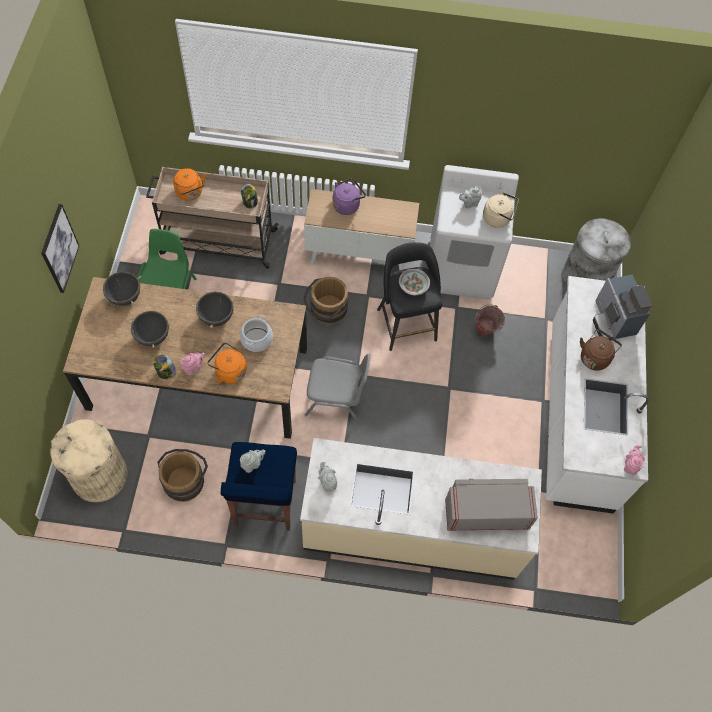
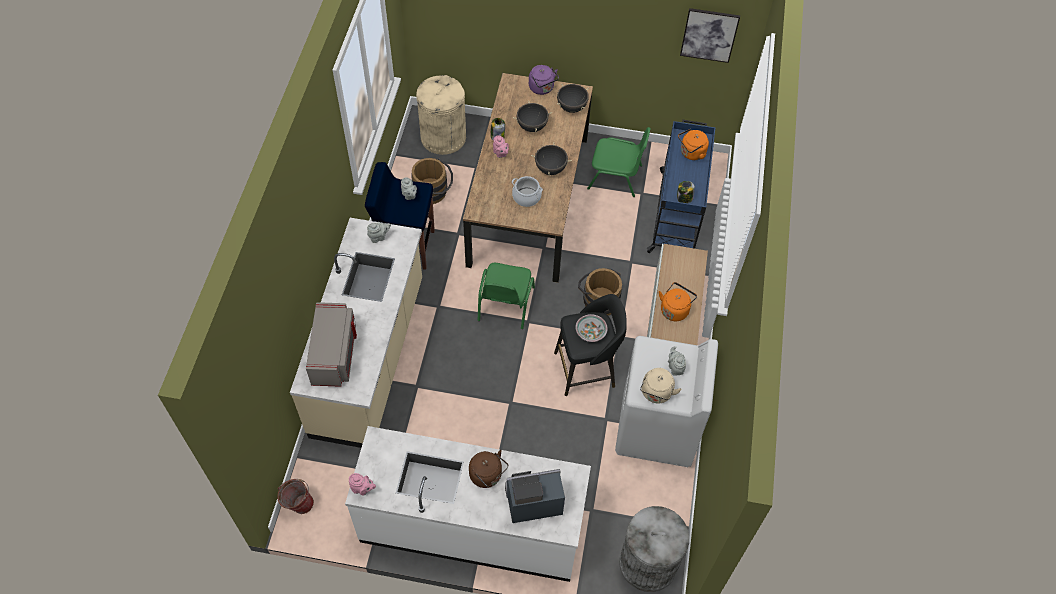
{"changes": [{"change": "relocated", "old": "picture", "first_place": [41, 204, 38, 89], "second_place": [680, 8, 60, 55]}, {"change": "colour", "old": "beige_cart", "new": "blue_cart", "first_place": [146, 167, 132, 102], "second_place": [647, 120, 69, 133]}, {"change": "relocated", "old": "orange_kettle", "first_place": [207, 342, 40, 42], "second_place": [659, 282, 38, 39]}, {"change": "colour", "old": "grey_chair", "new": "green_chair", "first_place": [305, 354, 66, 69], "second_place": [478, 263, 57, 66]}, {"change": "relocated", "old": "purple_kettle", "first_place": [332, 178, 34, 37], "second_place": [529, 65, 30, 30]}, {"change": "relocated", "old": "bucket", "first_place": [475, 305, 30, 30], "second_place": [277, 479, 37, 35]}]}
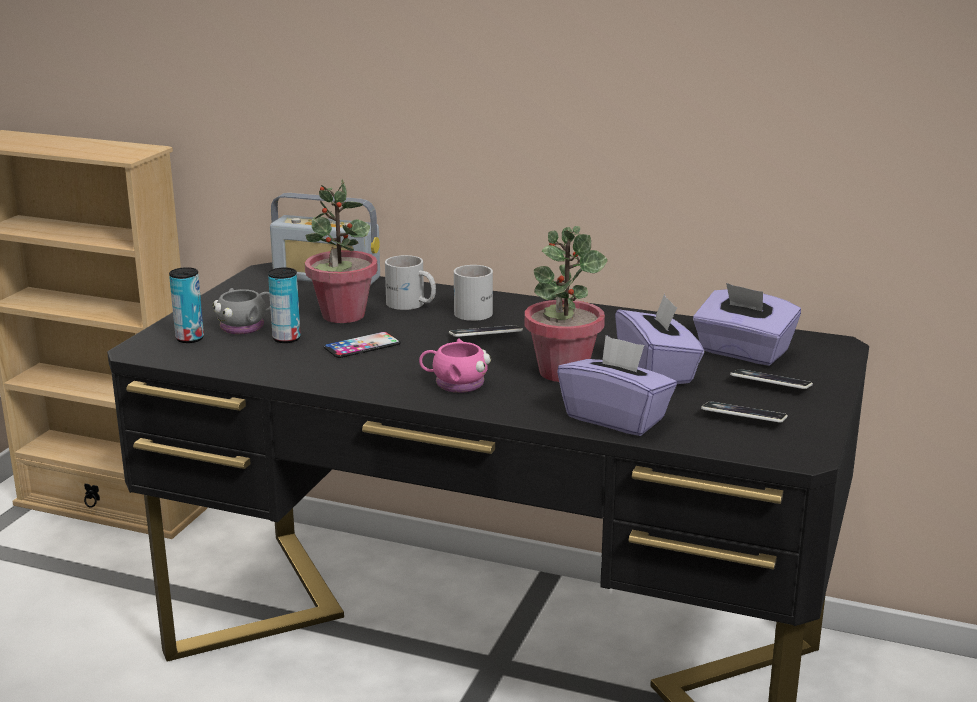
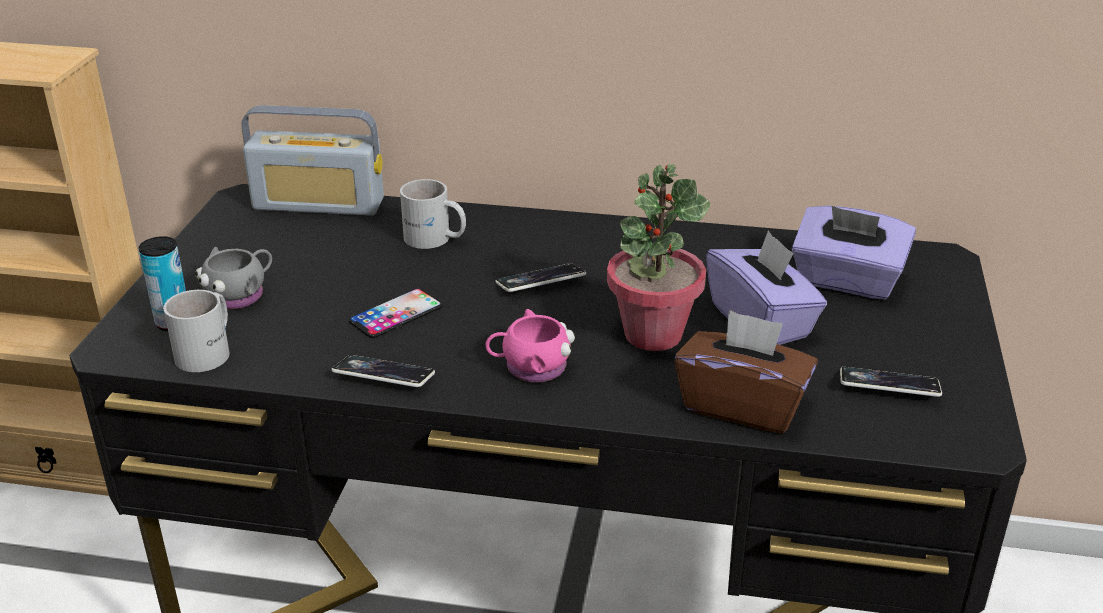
{"changes": [{"change": "missing", "old": "can", "first_place": [268, 267, 33, 76]}, {"change": "missing", "old": "potted_plant", "first_place": [305, 180, 73, 143]}, {"change": "relocated", "old": "white_mug", "first_place": [454, 265, 39, 56], "second_place": [163, 290, 67, 82]}, {"change": "colour", "old": "purple_tissue_box", "new": "brown_tissue_box", "first_place": [557, 335, 120, 101], "second_place": [674, 310, 144, 123]}, {"change": "relocated", "old": "phone", "first_place": [730, 369, 83, 20], "second_place": [331, 355, 104, 32]}]}
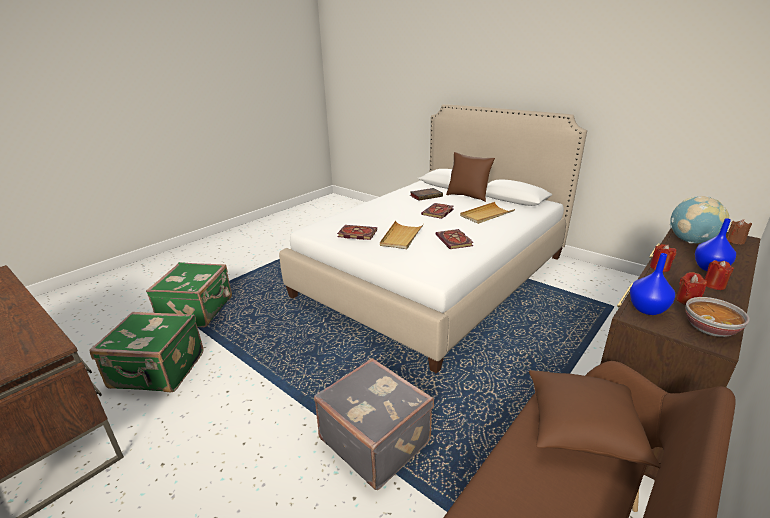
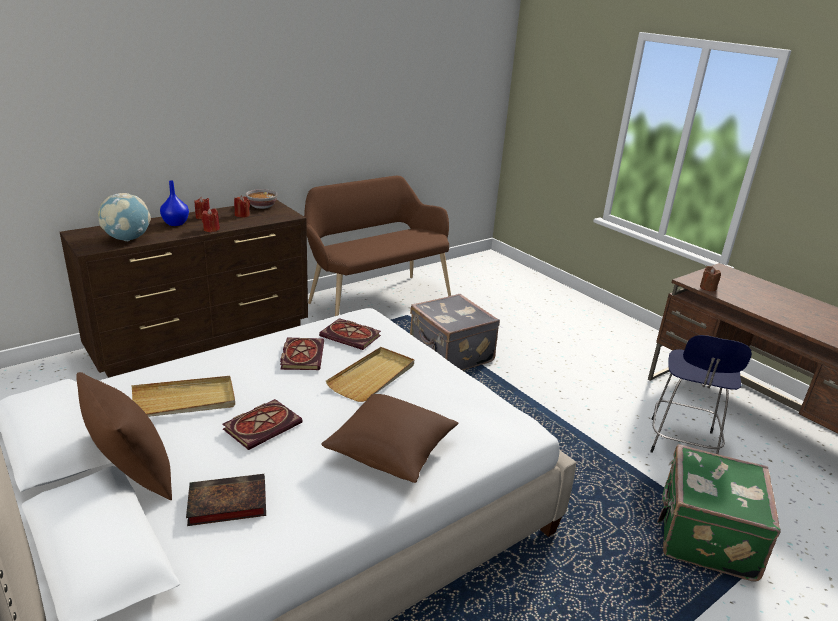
{"changes": [{"change": "exchanged", "old": "green_suitcase", "new": "blue_stool", "first_place": [89, 312, 115, 80], "second_place": [650, 335, 102, 119]}, {"change": "relocated", "old": "book", "first_place": [337, 225, 40, 15], "second_place": [319, 318, 62, 32]}, {"change": "relocated", "old": "brown_pillow", "first_place": [529, 370, 132, 98], "second_place": [321, 394, 138, 89]}, {"change": "missing", "old": "blue_vase", "first_place": [630, 253, 45, 62]}, {"change": "relocated", "old": "brown_candle", "first_place": [726, 219, 26, 26], "second_place": [700, 266, 21, 25]}]}
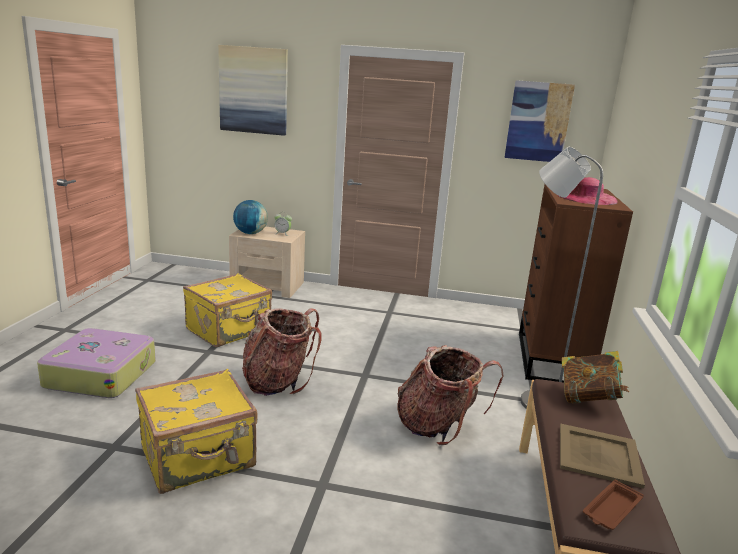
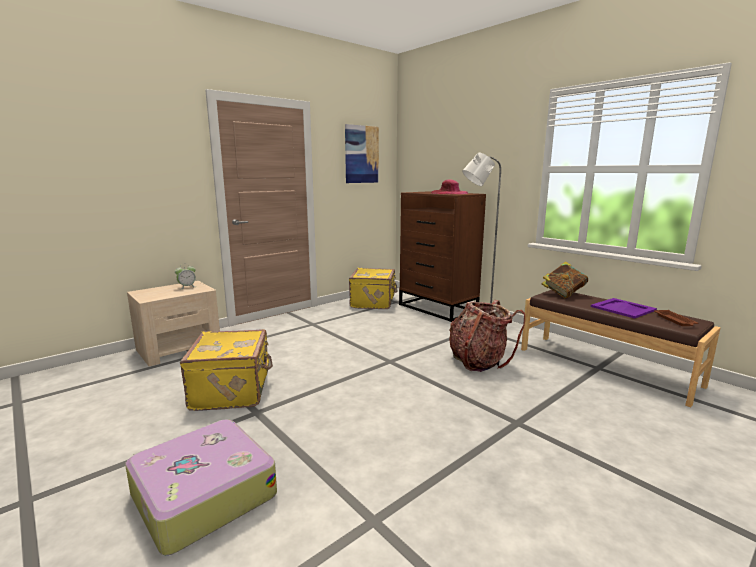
{"changes": [{"change": "relocated", "old": "yellow_suitcase", "first_place": [135, 369, 122, 125], "second_place": [349, 268, 48, 41]}, {"change": "missing", "old": "picture", "first_place": [218, 45, 70, 91]}, {"change": "missing", "old": "globe", "first_place": [233, 200, 35, 34]}, {"change": "missing", "old": "backpack", "first_place": [242, 308, 80, 88]}, {"change": "colour", "old": "beige_tray", "new": "purple_tray", "first_place": [560, 424, 85, 65], "second_place": [591, 298, 66, 21]}]}
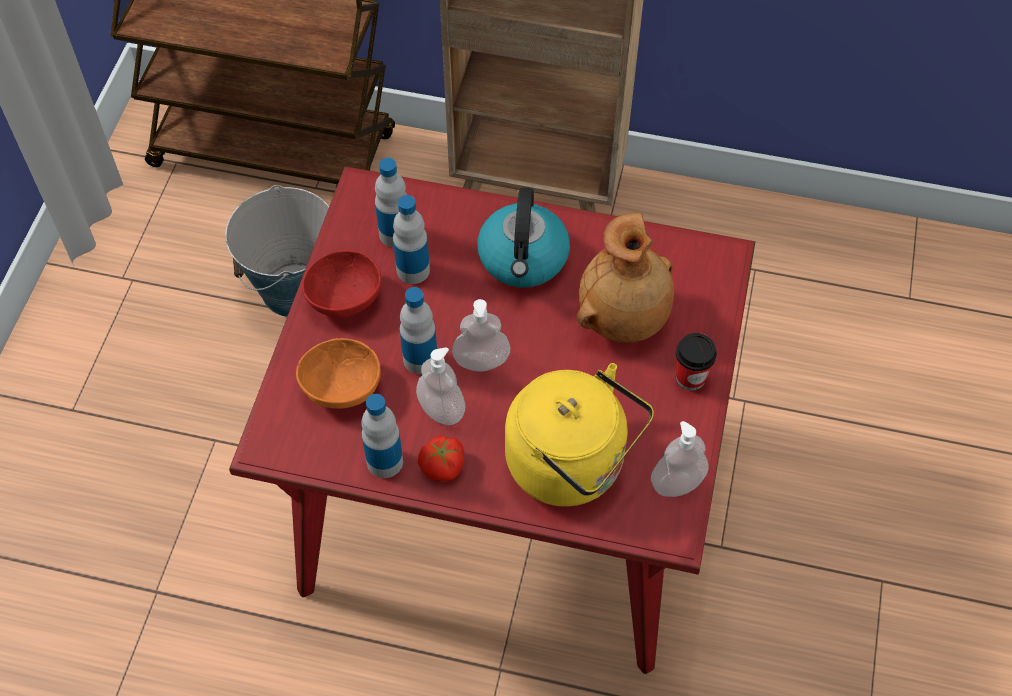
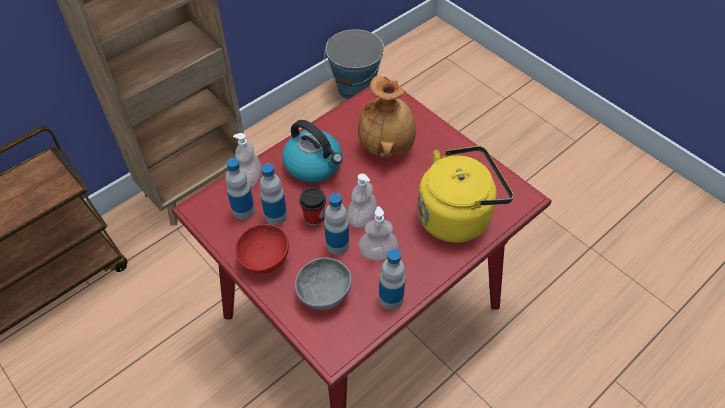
{"changes": [{"change": "relocated", "old": "bucket", "first_place": [225, 185, 104, 132], "second_place": [324, 29, 60, 71]}, {"change": "colour", "old": "orange_bowl", "new": "grey_bowl", "first_place": [296, 338, 85, 71], "second_place": [295, 257, 57, 53]}, {"change": "missing", "old": "tomato", "first_place": [418, 436, 46, 45]}, {"change": "relocated", "old": "soap_dispenser", "first_place": [651, 421, 58, 76], "second_place": [233, 133, 28, 54]}, {"change": "relocated", "old": "cup", "first_place": [676, 333, 41, 58], "second_place": [300, 187, 26, 39]}]}
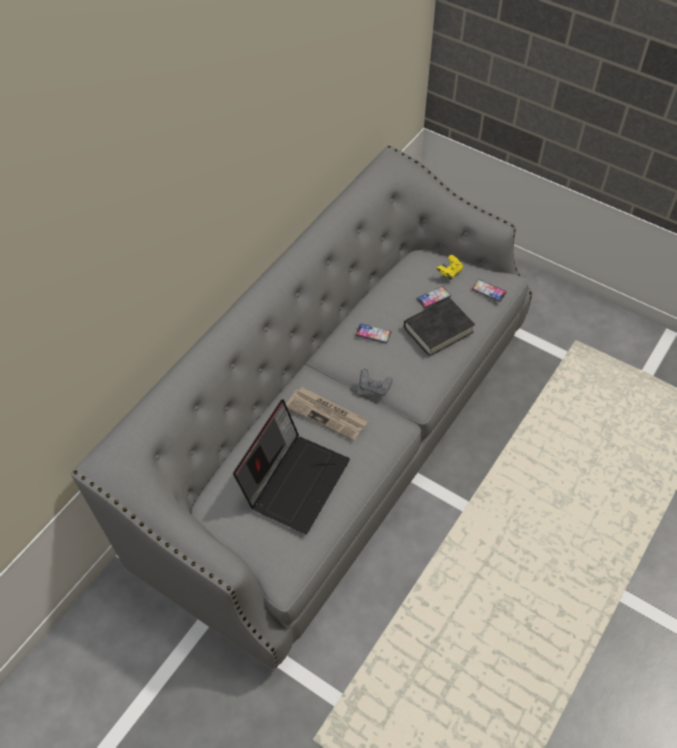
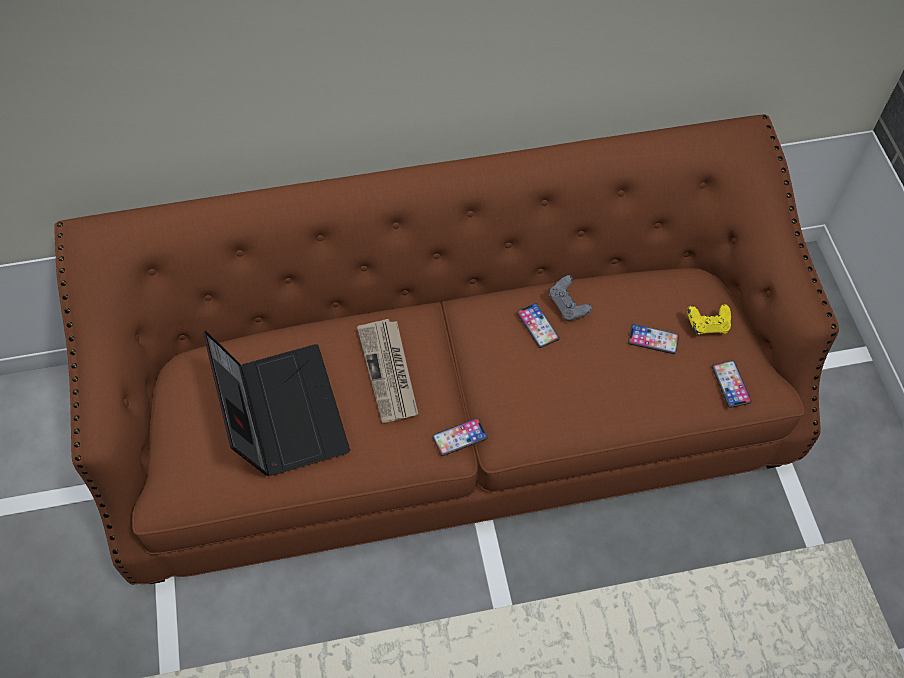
{"changes": [{"change": "colour", "old": "grey_sofa", "new": "brown_sofa", "first_place": [71, 145, 461, 525], "second_place": [54, 114, 785, 471]}, {"change": "spun", "old": "laptop", "first_place": [233, 399, 117, 135], "second_place": [203, 330, 147, 146], "degrees": -90}, {"change": "relocated", "old": "grey_game_controller", "first_place": [359, 369, 33, 27], "second_place": [548, 275, 44, 46]}, {"change": "missing", "old": "black_book", "first_place": [404, 298, 71, 58]}, {"change": "appeared", "new": "phone", "second_place": [432, 418, 56, 38]}]}
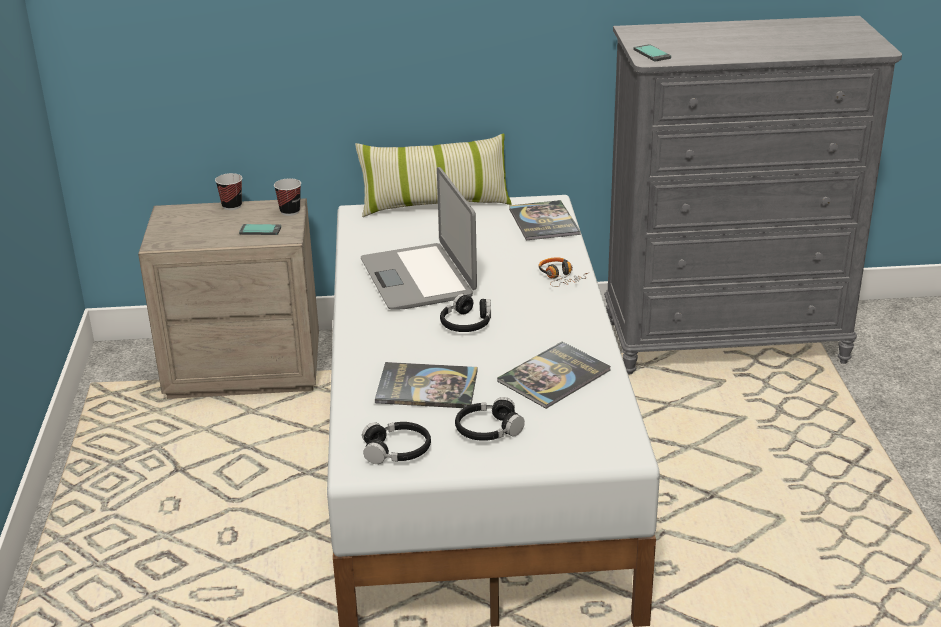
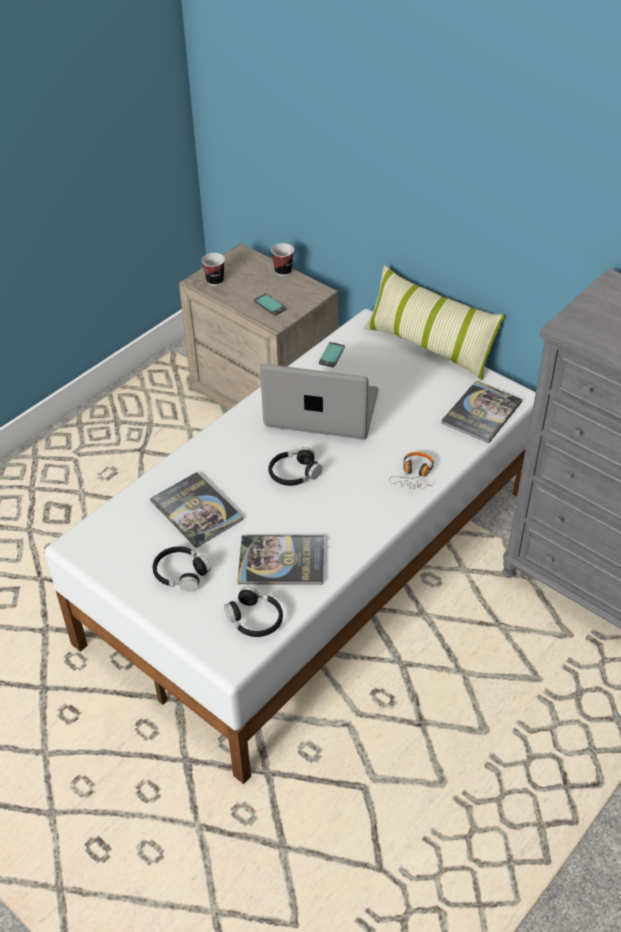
{"changes": [{"change": "relocated", "old": "cup", "first_place": [274, 178, 27, 38], "second_place": [201, 253, 24, 33]}, {"change": "spun", "old": "laptop", "first_place": [361, 167, 116, 143], "second_place": [260, 364, 118, 75], "degrees": 75}, {"change": "relocated", "old": "black_headphones", "first_place": [362, 422, 69, 42], "second_place": [224, 586, 59, 51]}, {"change": "relocated", "old": "phone", "first_place": [634, 44, 37, 17], "second_place": [319, 342, 26, 25]}]}
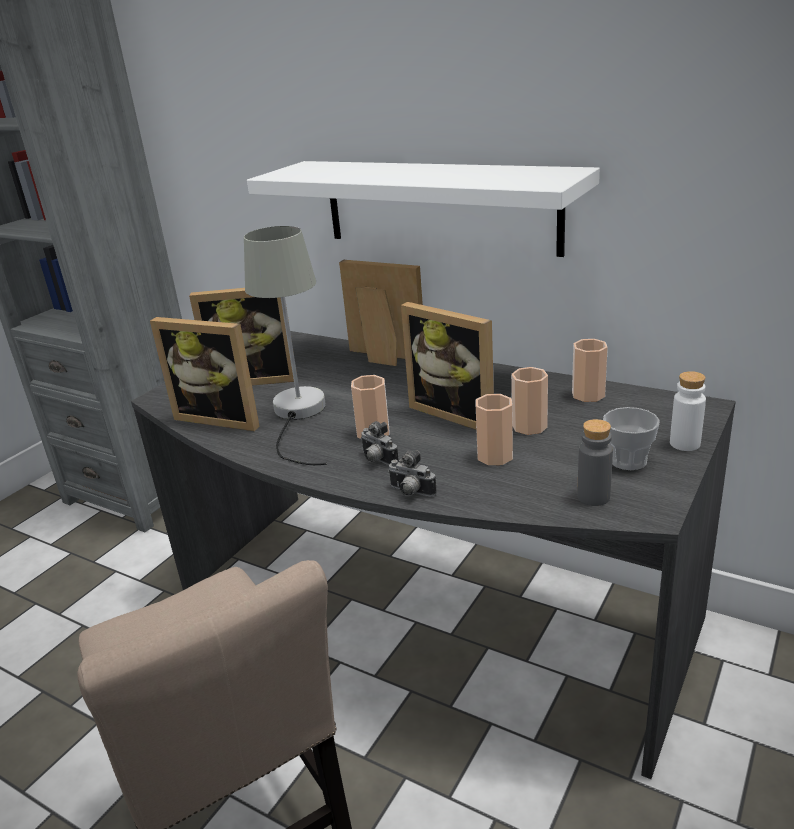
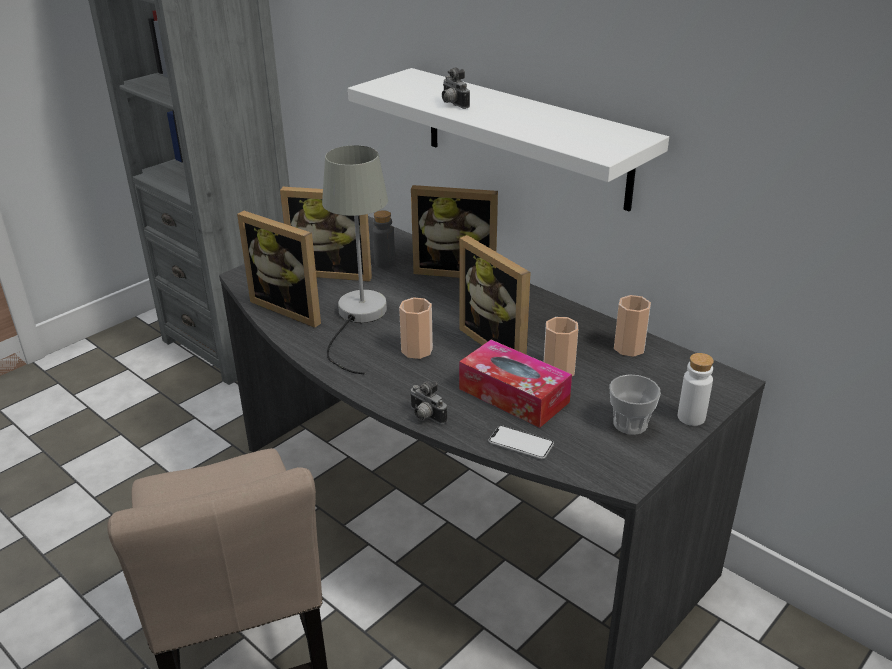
{"changes": [{"change": "spun", "old": "picture_frame", "first_place": [339, 260, 84, 106], "second_place": [411, 185, 87, 93], "degrees": 150}, {"change": "relocated", "old": "photo_camera", "first_place": [361, 421, 38, 44], "second_place": [442, 67, 28, 42]}, {"change": "exchanged", "old": "cup", "new": "tissue_box", "first_place": [476, 394, 37, 71], "second_place": [459, 340, 113, 88]}, {"change": "relocated", "old": "grey_bottle", "first_place": [577, 419, 36, 87], "second_place": [373, 210, 22, 58]}, {"change": "appeared", "new": "phone", "second_place": [488, 425, 66, 34]}]}
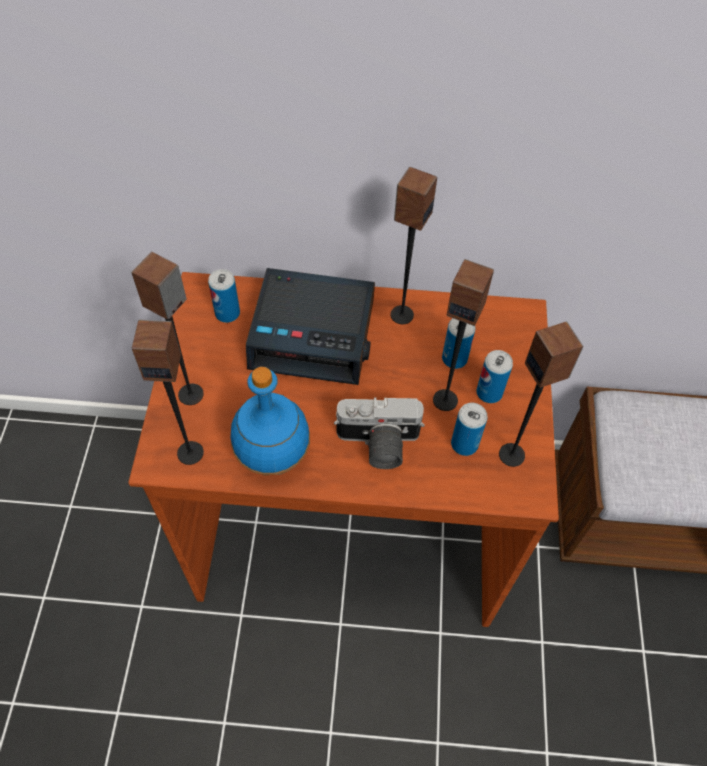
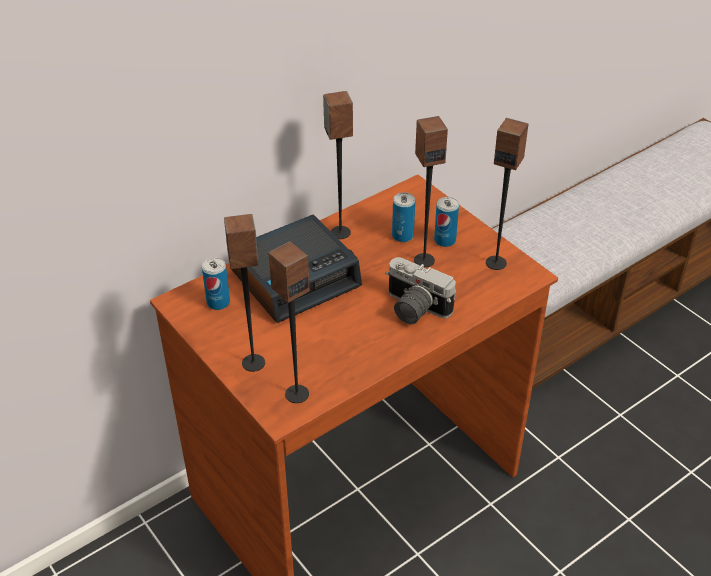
{"changes": [{"change": "missing", "old": "blue_bottle", "first_place": [231, 367, 79, 108]}, {"change": "spun", "old": "photo_camera", "first_place": [334, 397, 91, 72], "second_place": [386, 257, 70, 67], "degrees": 75}, {"change": "missing", "old": "can", "first_place": [451, 403, 36, 53]}]}
